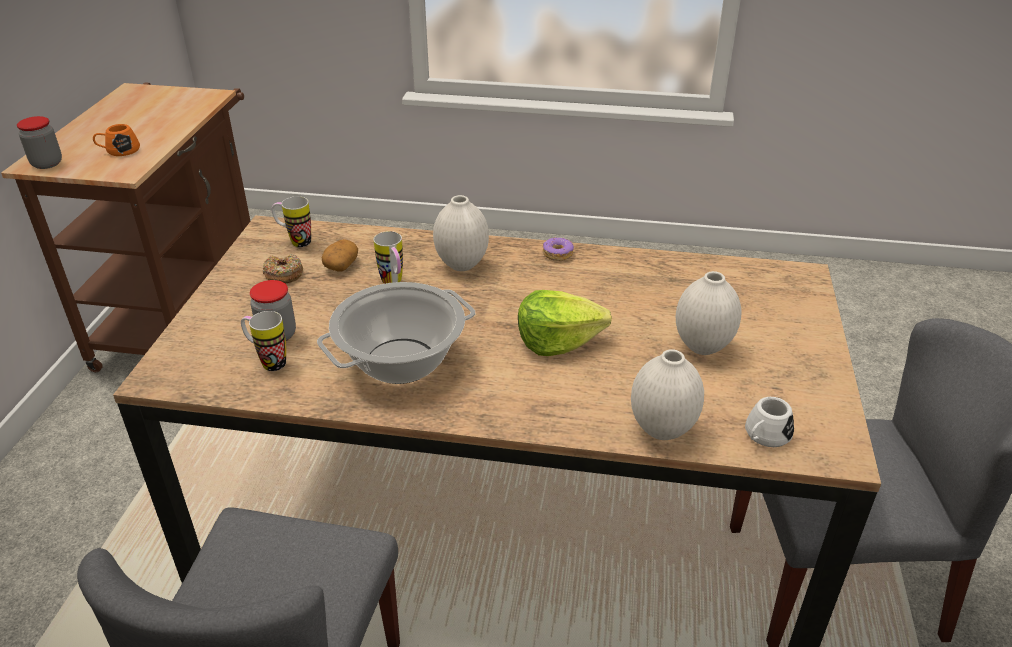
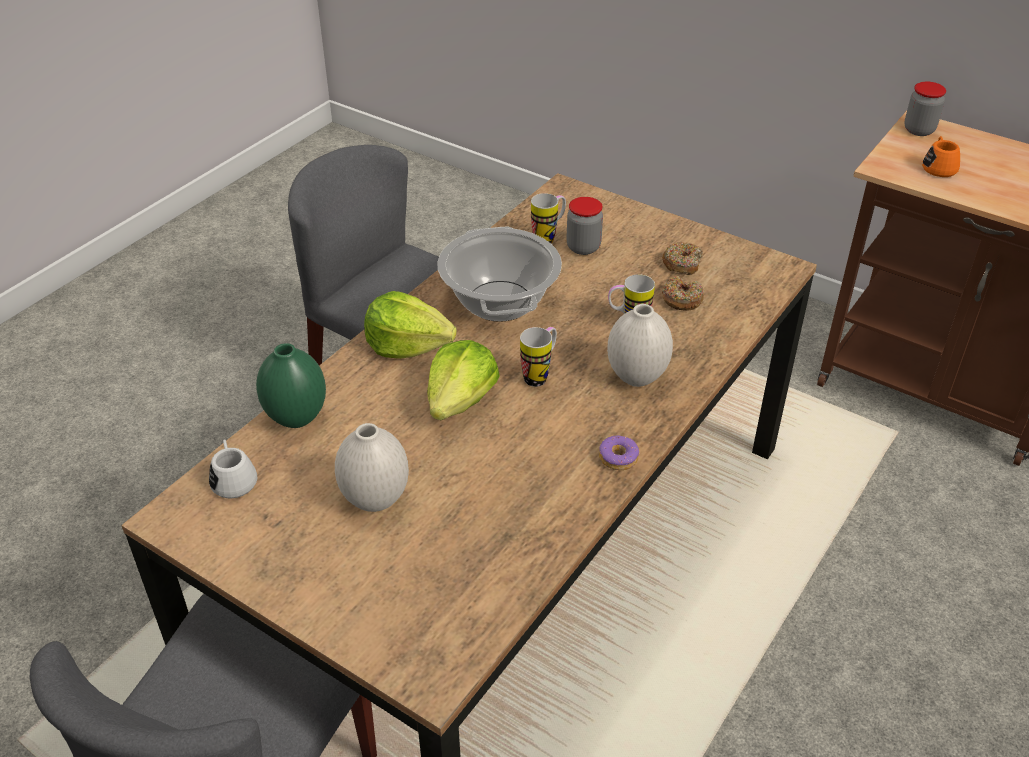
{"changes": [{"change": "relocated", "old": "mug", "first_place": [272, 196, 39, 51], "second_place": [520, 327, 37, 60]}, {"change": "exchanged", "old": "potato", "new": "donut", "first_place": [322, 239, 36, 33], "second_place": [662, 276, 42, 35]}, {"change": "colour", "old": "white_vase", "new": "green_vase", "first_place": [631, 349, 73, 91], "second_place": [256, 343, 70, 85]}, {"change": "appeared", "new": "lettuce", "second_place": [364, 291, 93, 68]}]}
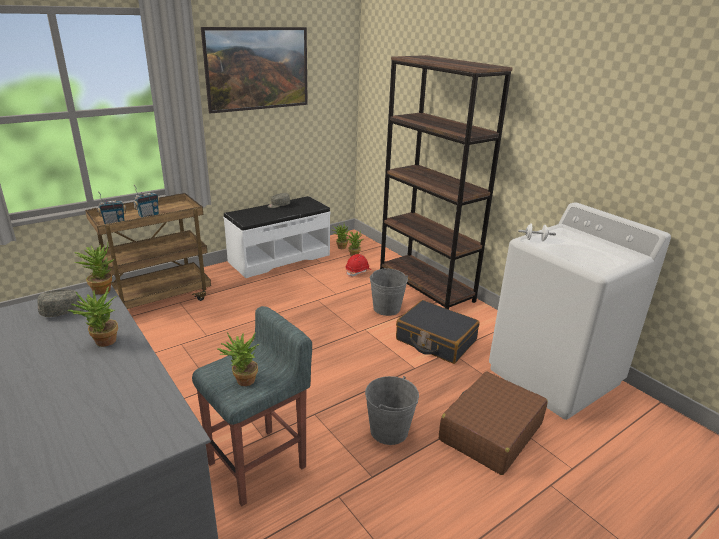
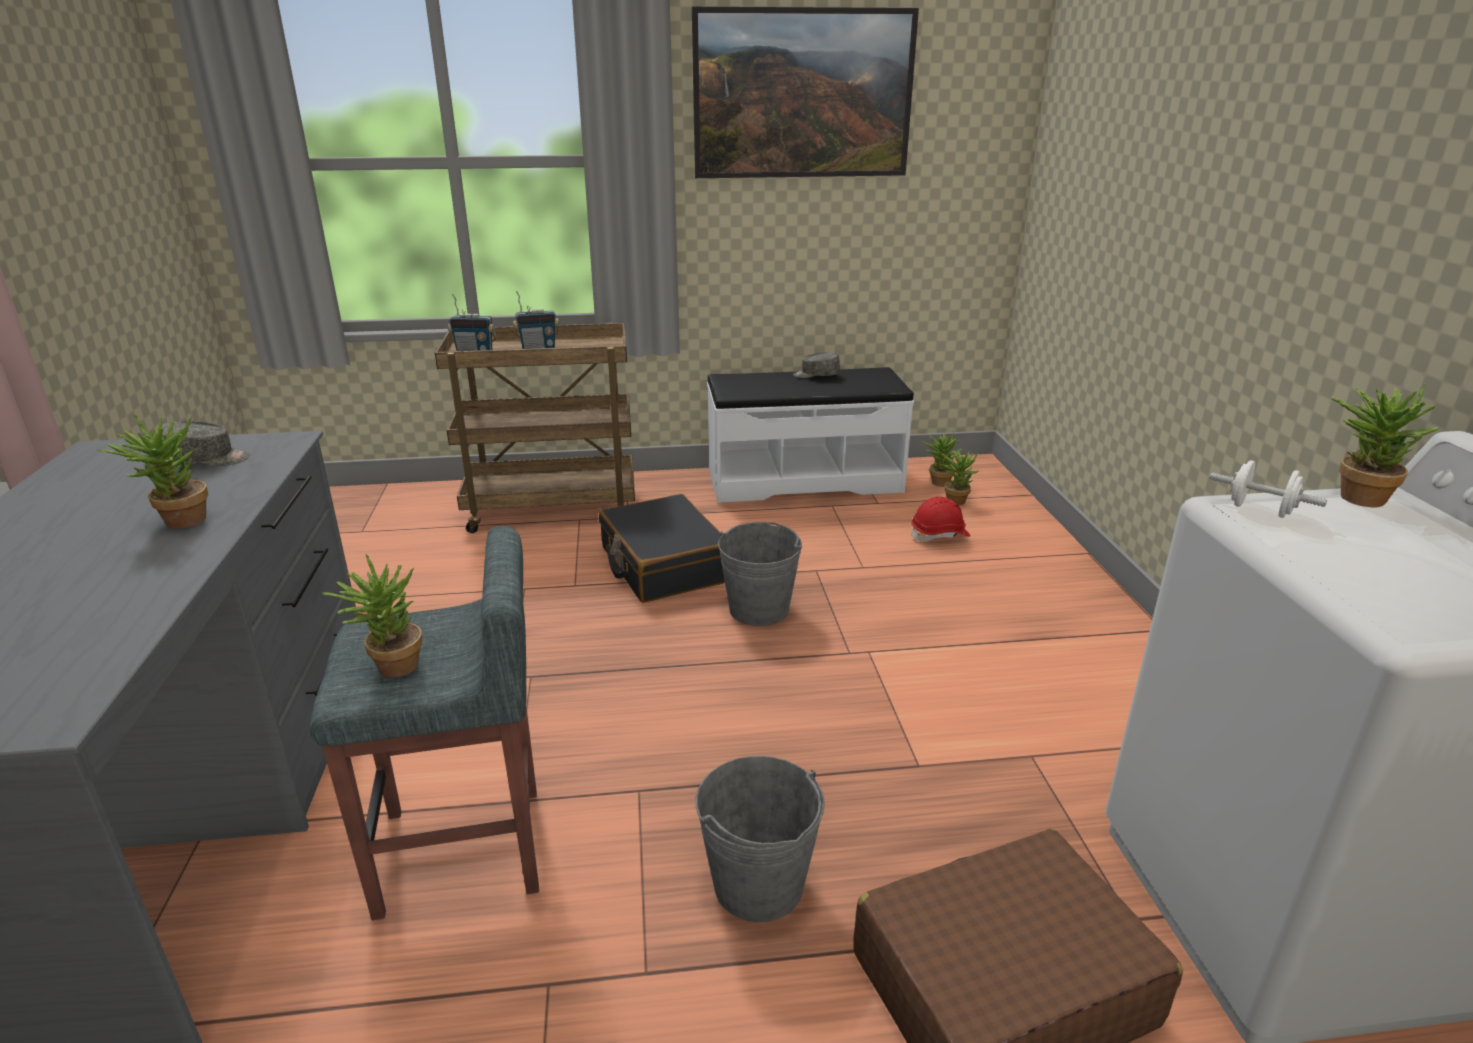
{"changes": [{"change": "relocated", "old": "potted_plant", "first_place": [74, 244, 40, 51], "second_place": [1330, 382, 110, 126]}, {"change": "relocated", "old": "grey_bucket", "first_place": [370, 268, 38, 48], "second_place": [718, 522, 84, 104]}, {"change": "missing", "old": "brown_bookcase", "first_place": [380, 55, 133, 255]}, {"change": "relocated", "old": "black_suitcase", "first_place": [396, 300, 84, 64], "second_place": [599, 494, 126, 109]}]}
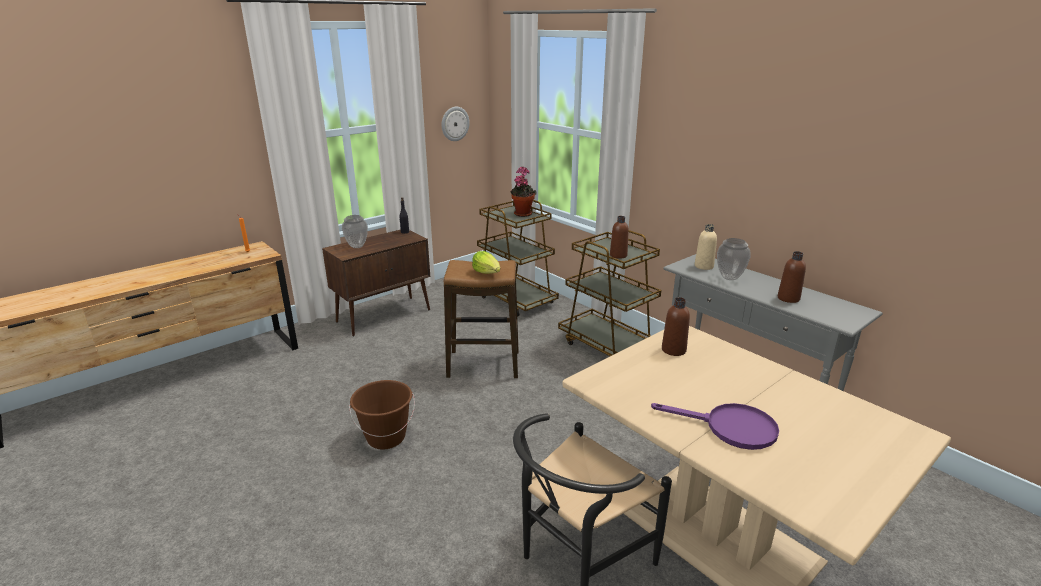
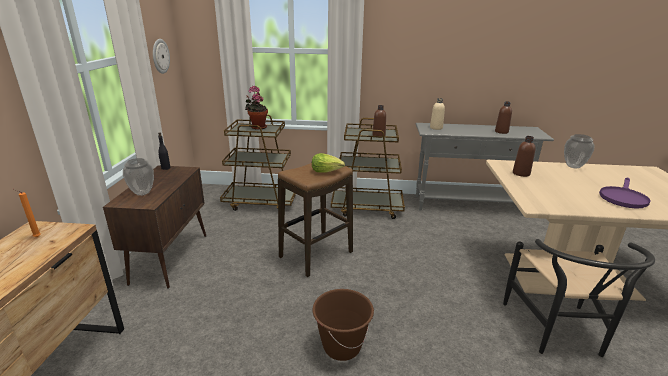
{"changes": [{"change": "spun", "old": "purple_frying_pan", "first_place": [651, 403, 128, 47], "second_place": [599, 178, 52, 31], "degrees": 150}, {"change": "relocated", "old": "vase", "first_place": [717, 238, 34, 42], "second_place": [564, 134, 30, 35]}]}
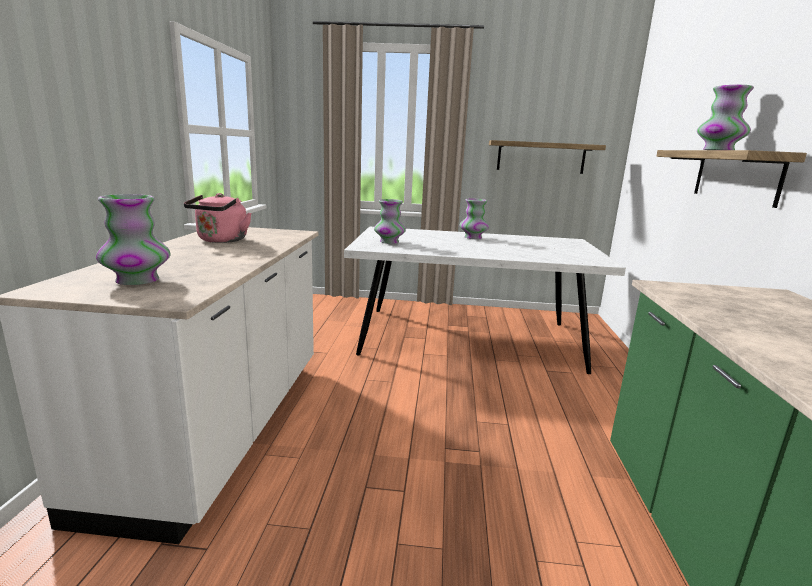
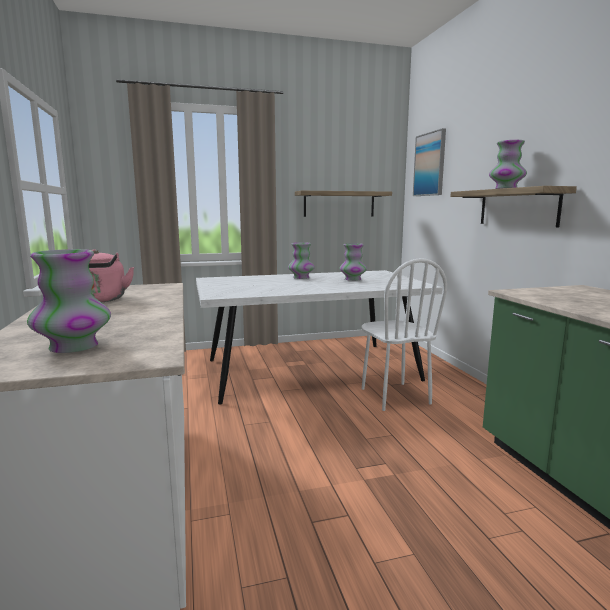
{"changes": [{"change": "relocated", "old": "vase", "first_place": [374, 199, 32, 45], "second_place": [339, 243, 28, 38]}, {"change": "appeared", "new": "white_chair", "second_place": [361, 258, 86, 153]}, {"change": "appeared", "new": "picture", "second_place": [413, 128, 33, 68]}]}
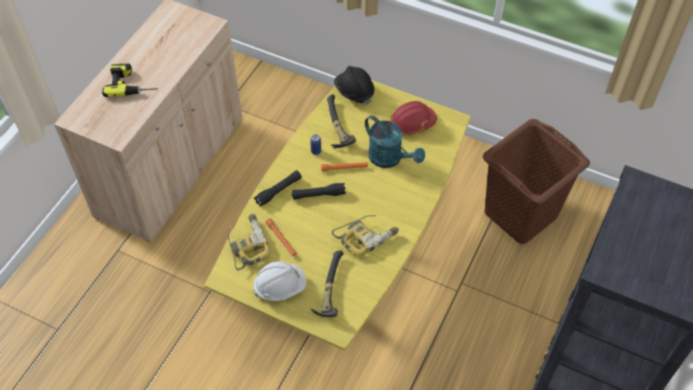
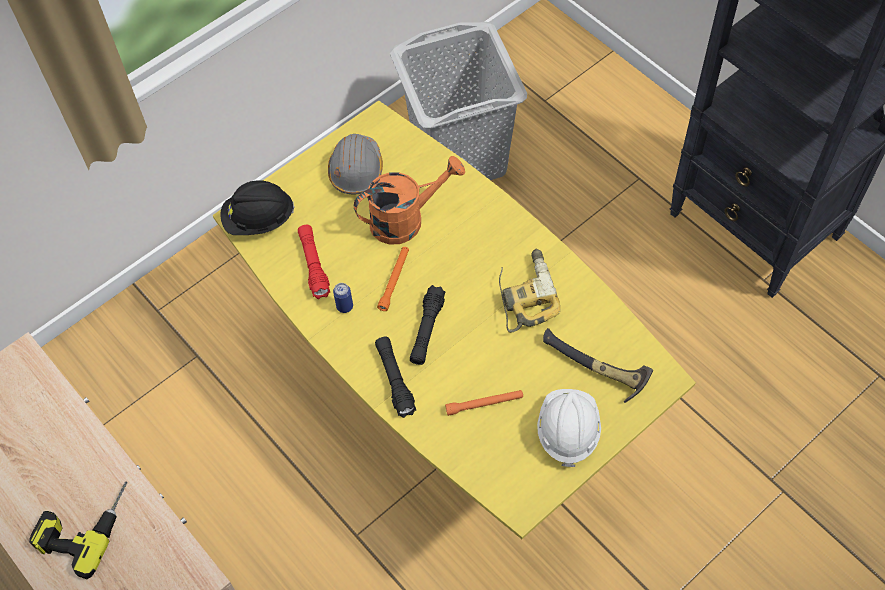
{"changes": [{"change": "missing", "old": "power_drill", "first_place": [228, 214, 42, 57]}, {"change": "exchanged", "old": "hammer", "new": "red_flashlight", "first_place": [327, 94, 29, 54], "second_place": [298, 225, 32, 74]}, {"change": "colour", "old": "turquoise_watering_can", "new": "orange_watering_can", "first_place": [365, 115, 60, 53], "second_place": [354, 156, 111, 89]}, {"change": "colour", "old": "red_hard_hat", "new": "grey_hard_hat", "first_place": [390, 101, 47, 34], "second_place": [328, 134, 55, 60]}, {"change": "colour", "old": "brown_laundry_basket", "new": "grey_laundry_basket", "first_place": [482, 119, 108, 125], "second_place": [390, 22, 137, 158]}]}
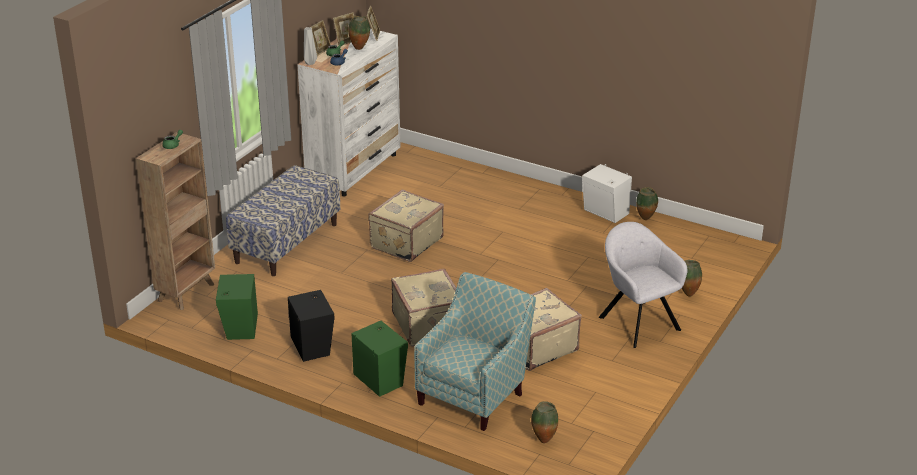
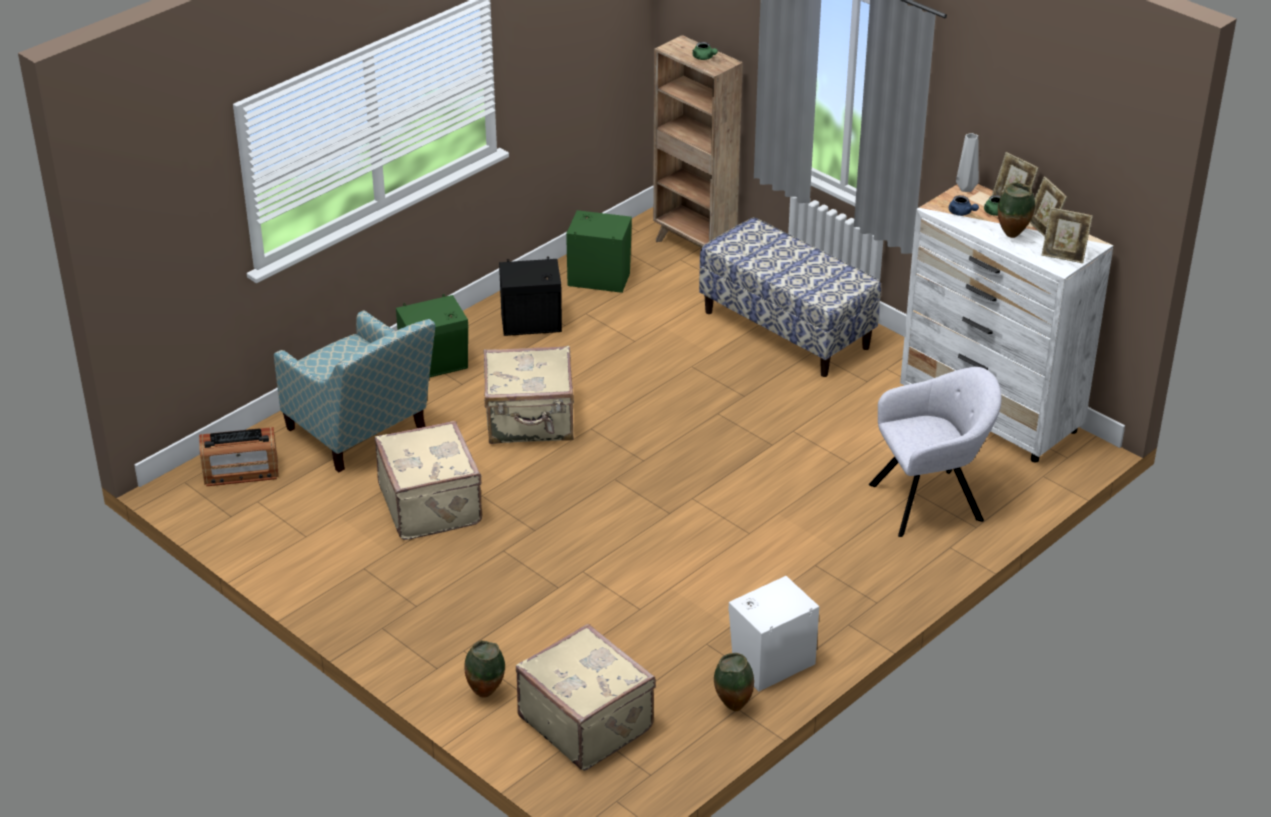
{"changes": [{"change": "relocated", "old": "beige_suitcase", "first_place": [368, 189, 76, 73], "second_place": [516, 624, 140, 147]}, {"change": "exchanged", "old": "vase", "new": "radio", "first_place": [531, 401, 27, 42], "second_place": [199, 427, 80, 59]}, {"change": "relocated", "old": "grey_armchair", "first_place": [599, 222, 89, 126], "second_place": [869, 367, 133, 170]}]}
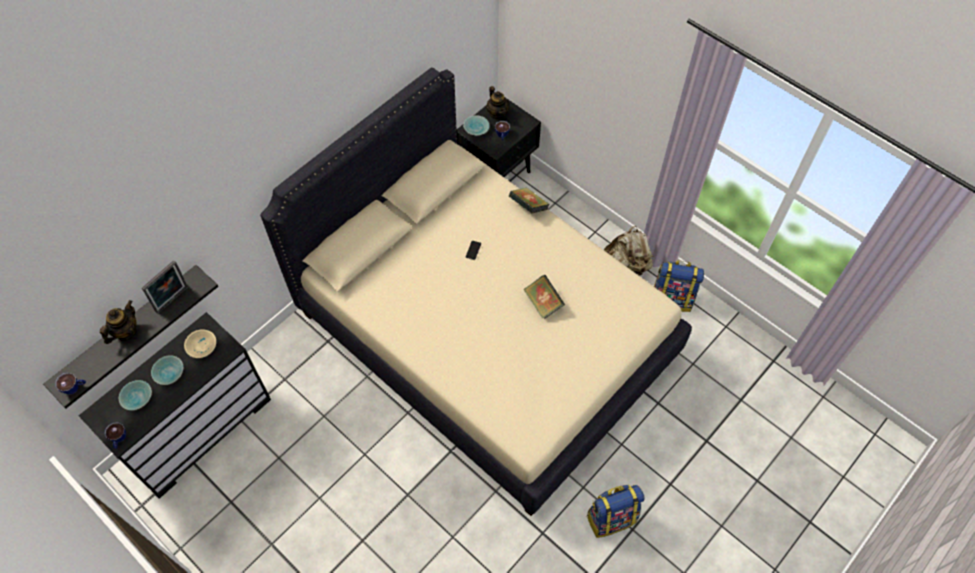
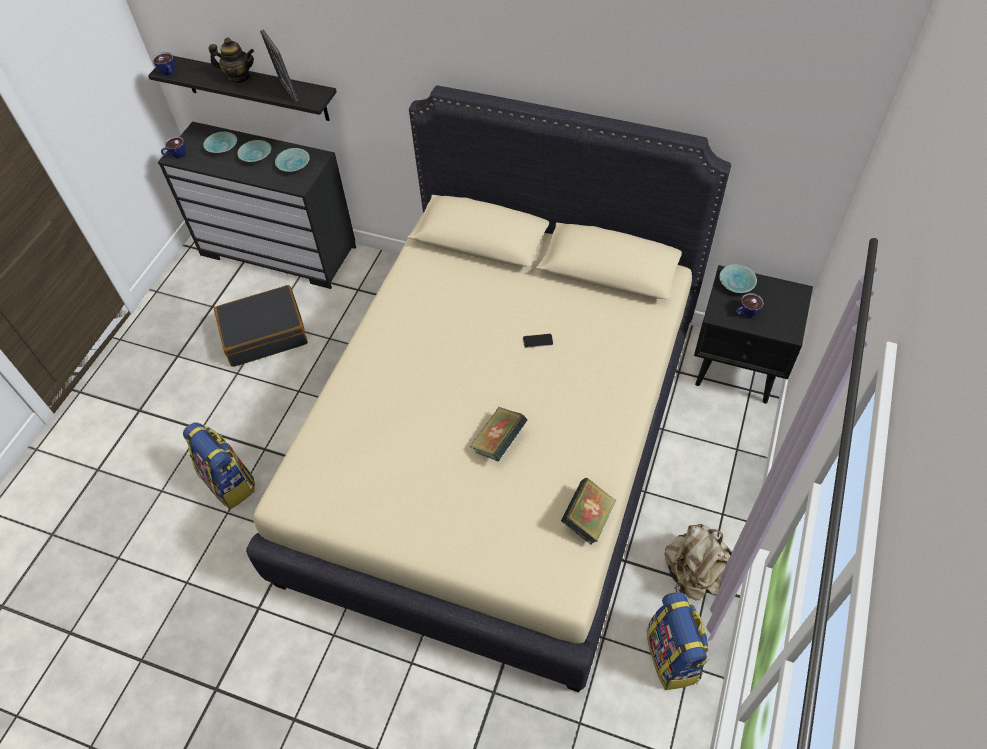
{"changes": [{"change": "spun", "old": "picture_frame", "first_place": [142, 260, 46, 54], "second_place": [260, 29, 38, 73], "degrees": 45}, {"change": "colour", "old": "beige_bowl", "new": "turquoise_bowl", "first_place": [184, 329, 32, 29], "second_place": [275, 148, 34, 24]}, {"change": "missing", "old": "teapot", "first_place": [486, 86, 23, 33]}, {"change": "relocated", "old": "book", "first_place": [509, 187, 40, 26], "second_place": [561, 478, 55, 67]}, {"change": "relocated", "old": "backpack", "first_place": [587, 485, 58, 53], "second_place": [183, 422, 72, 87]}, {"change": "appeared", "new": "black_suitcase", "second_place": [214, 285, 94, 82]}]}
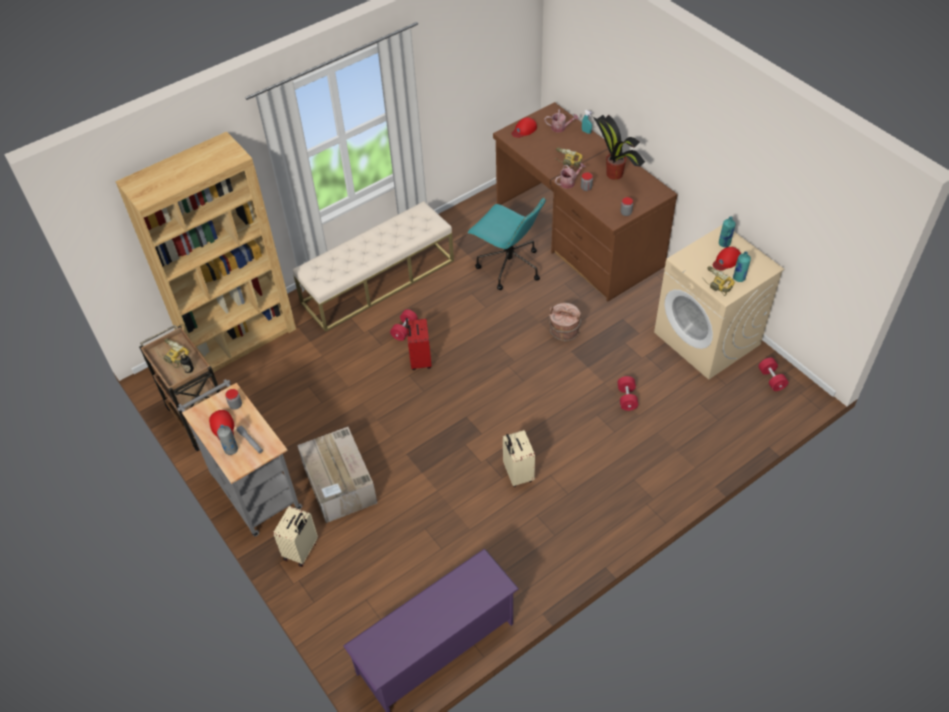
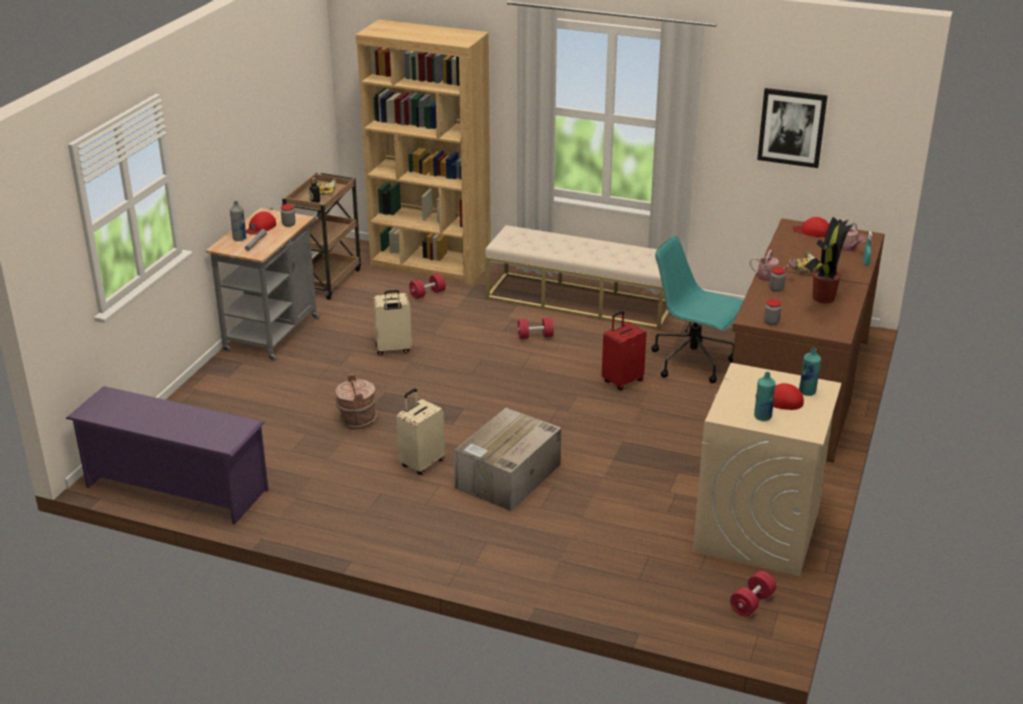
{"changes": [{"change": "relocated", "old": "beige_suitcase", "first_place": [273, 506, 45, 61], "second_place": [373, 290, 39, 66]}, {"change": "relocated", "old": "cardboard_box", "first_place": [297, 427, 80, 96], "second_place": [454, 408, 107, 103]}, {"change": "relocated", "old": "red_suitcase", "first_place": [406, 318, 26, 52], "second_place": [602, 311, 45, 80]}, {"change": "spun", "old": "turquoise_office_chair", "first_place": [468, 198, 78, 92], "second_place": [651, 236, 92, 147], "degrees": 120}, {"change": "relocated", "old": "brown_bucket", "first_place": [548, 303, 33, 38], "second_place": [335, 374, 42, 55]}, {"change": "relocated", "old": "red_dumbbell", "first_place": [617, 376, 21, 35], "second_place": [409, 273, 37, 26]}, {"change": "missing", "old": "power_drill", "first_place": [703, 266, 32, 30]}, {"change": "appeared", "new": "picture", "second_place": [757, 88, 71, 80]}]}
